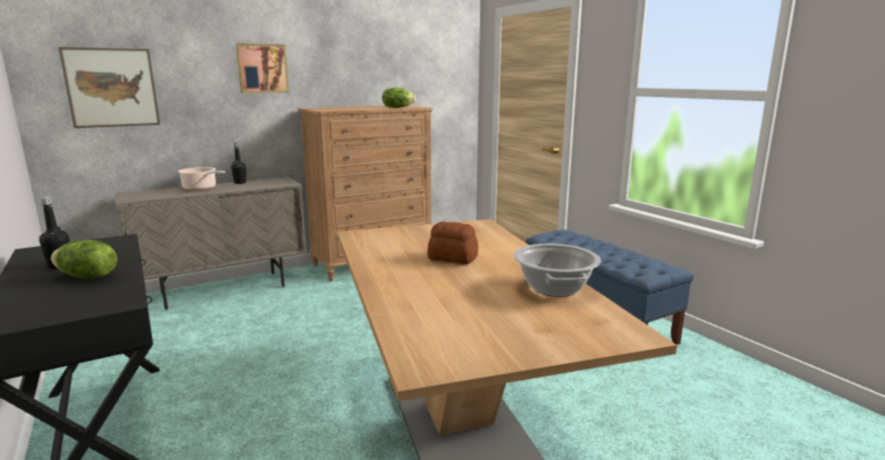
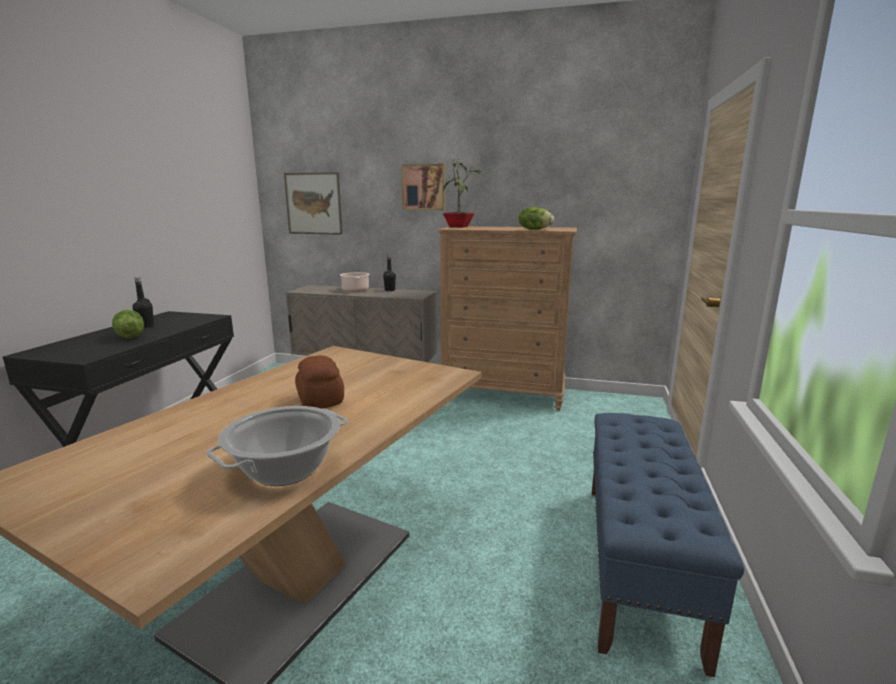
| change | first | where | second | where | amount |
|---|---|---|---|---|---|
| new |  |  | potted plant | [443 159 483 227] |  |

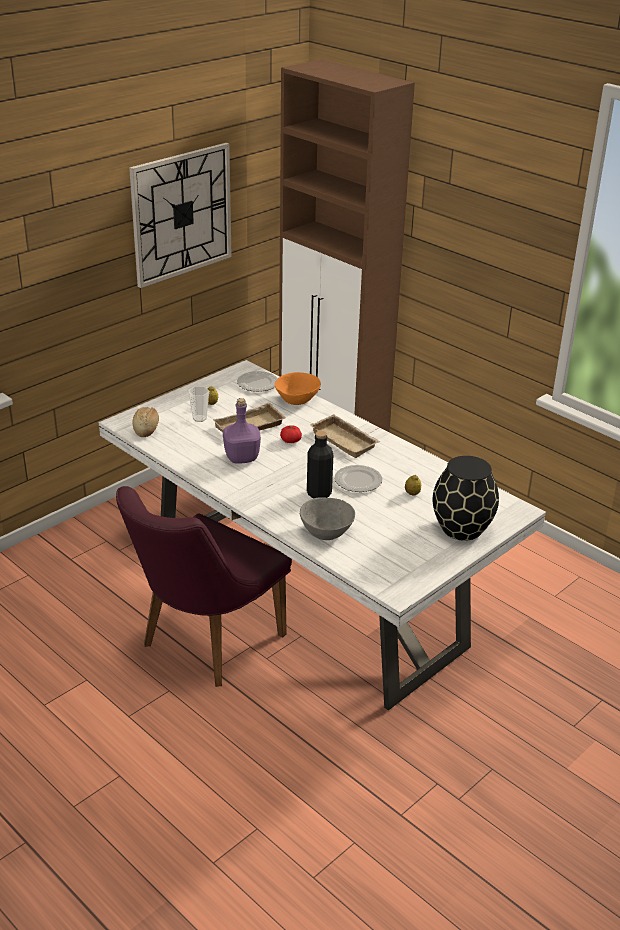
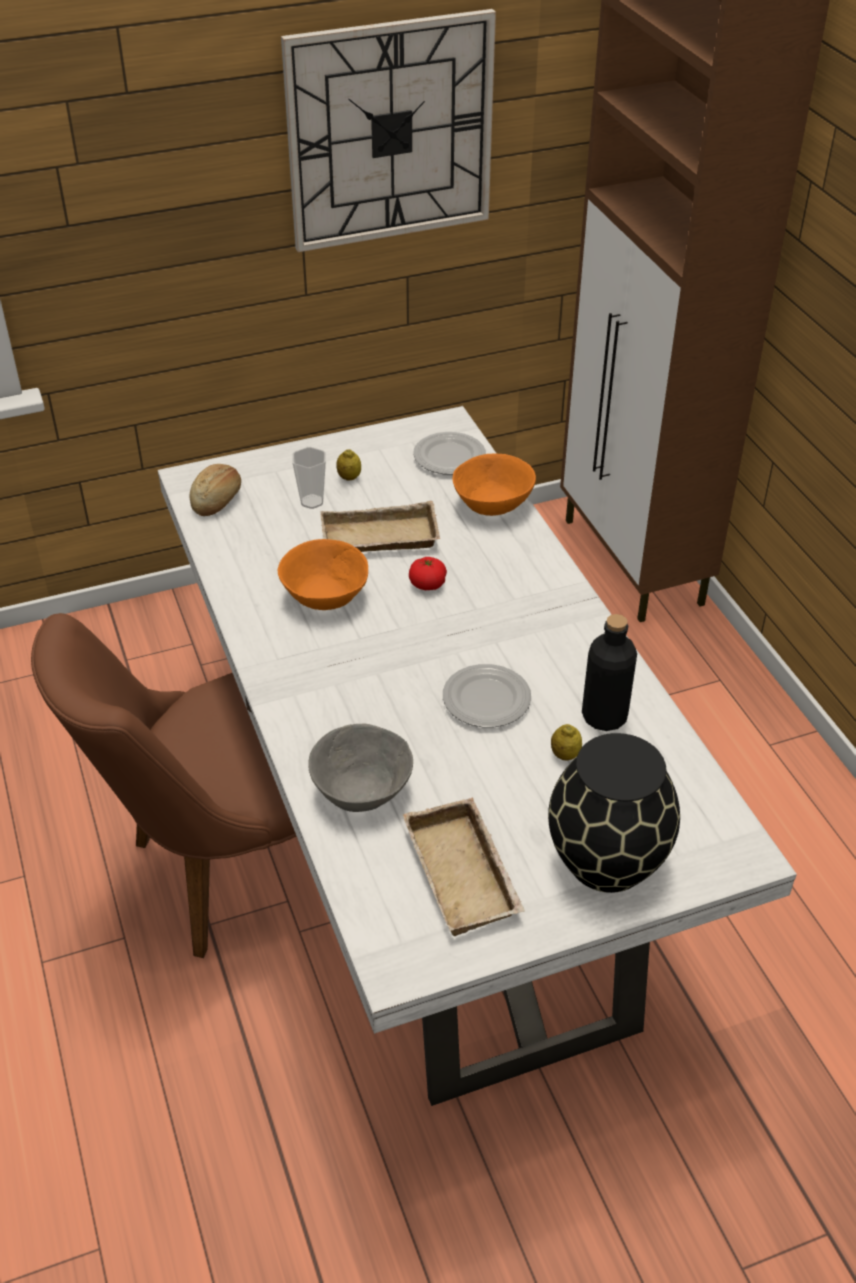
| change | first | where | second | where | amount |
|---|---|---|---|---|---|
| shifted | black-coloured bottle | [307 431 333 498] |  | [582 614 637 731] |  |
| shifted | beige carrying tray | [310 414 380 458] |  | [403 797 525 936] |  |
| swapped | purple bottle | [223 398 261 464] | orange bowl | [278 539 368 610] |  |
| repainted | purple upright chair | [116 486 292 687] | brown upright chair | [31 613 297 958] |  |

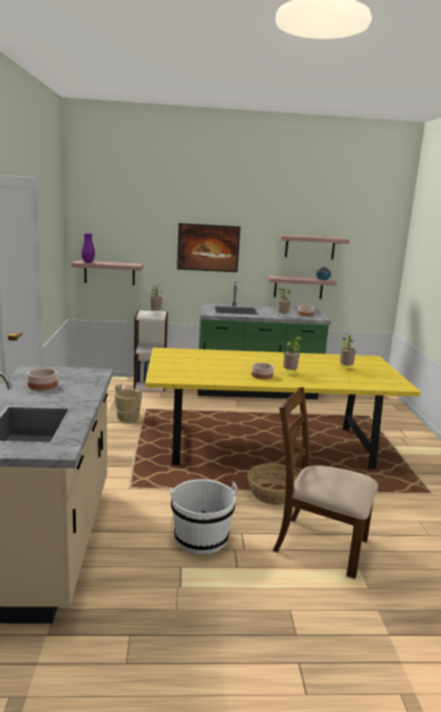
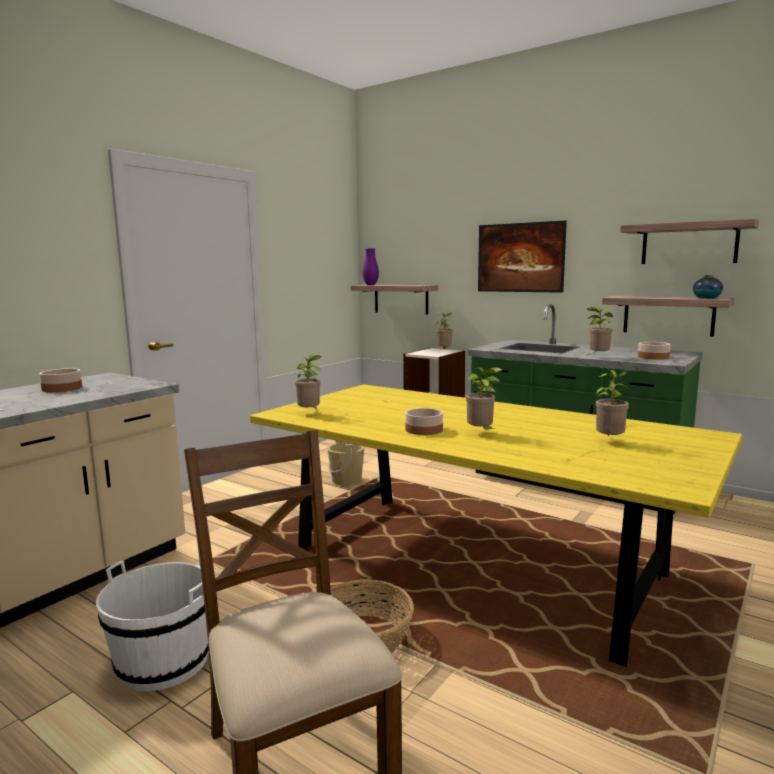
| change | first | where | second | where | amount |
|---|---|---|---|---|---|
| new |  |  | potted plant | [295 355 321 408] |  |

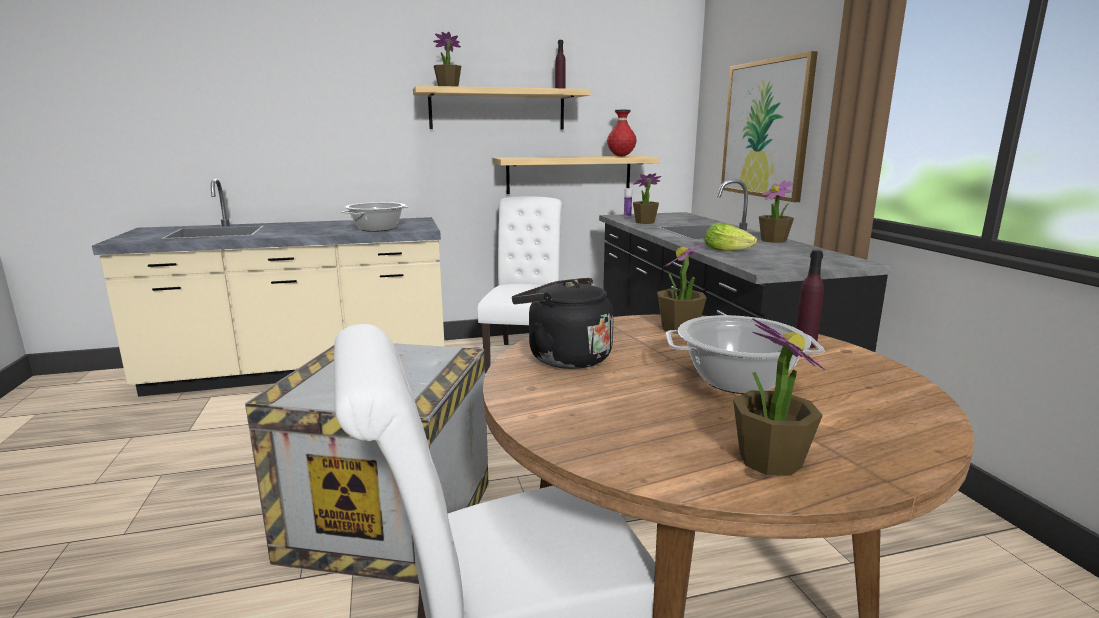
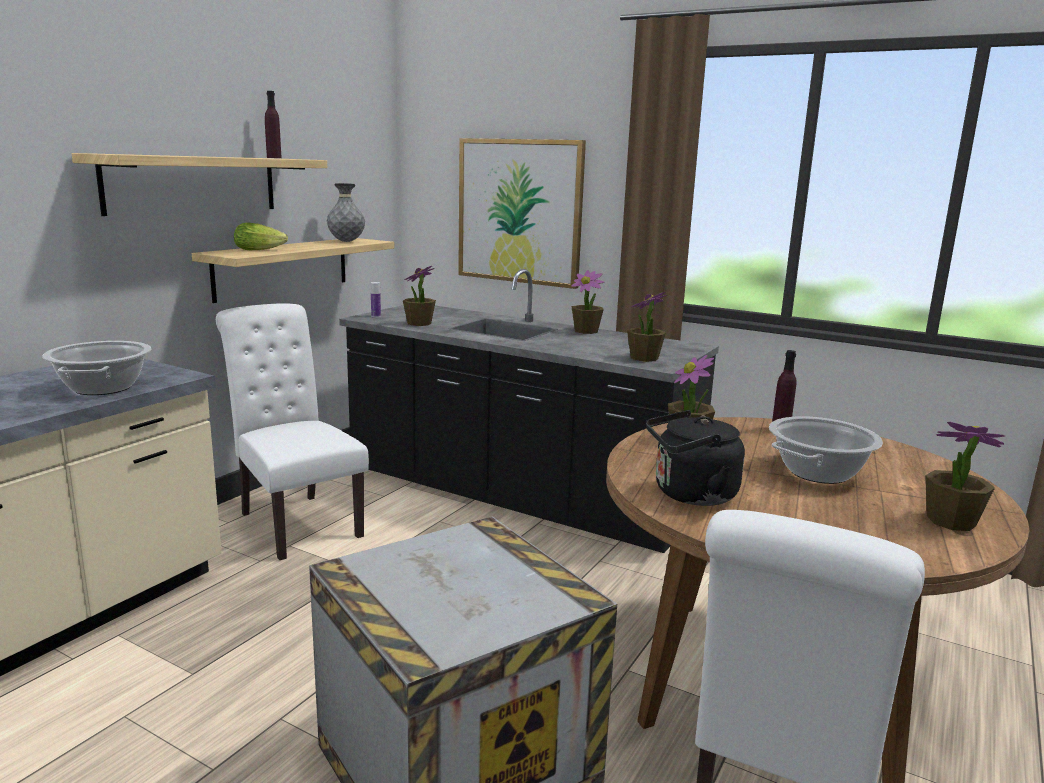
| change | first | where | second | where | amount |
|---|---|---|---|---|---|
| shifted | potted plant | [433 32 461 86] |  | [627 292 667 362] |  |
| shifted | head of lettuce | [704 223 757 251] |  | [234 223 288 250] |  |
| repainted | reddish decorative vase | [607 110 637 157] | gray decorative vase | [327 183 365 242] |  |

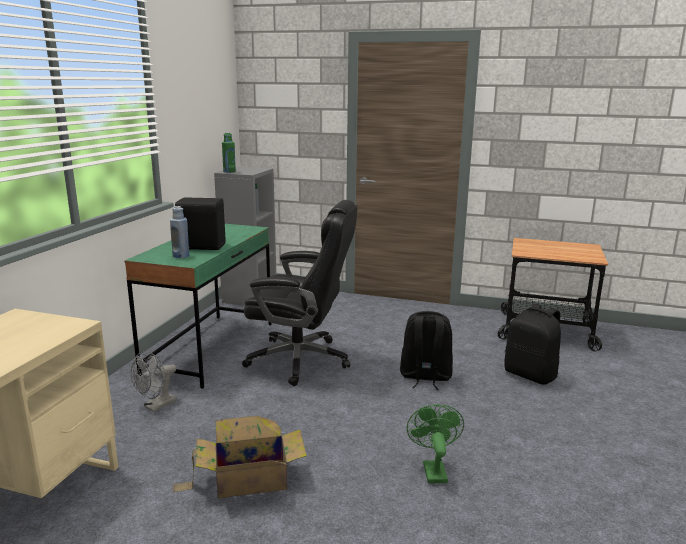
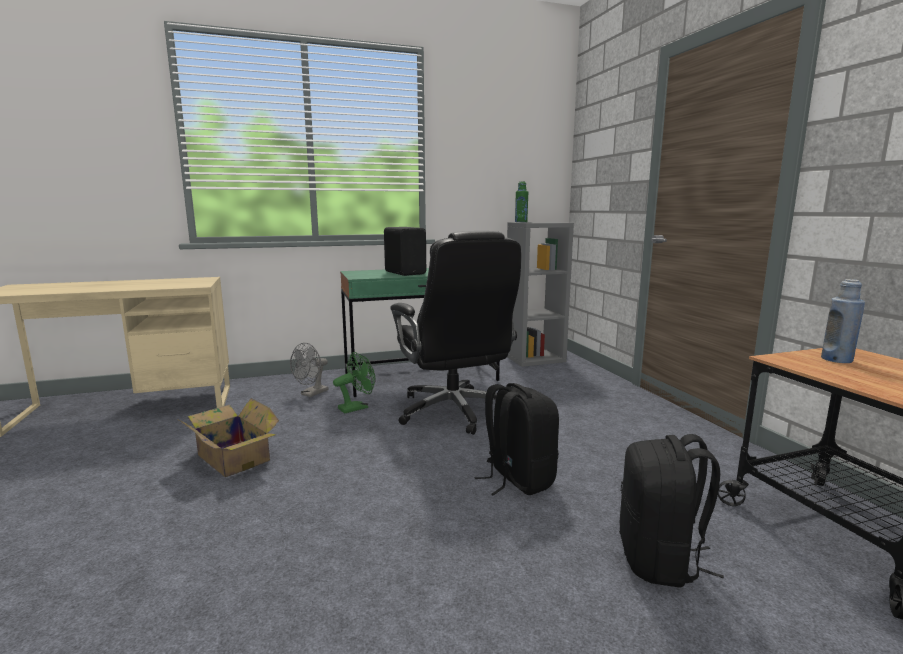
| change | first | where | second | where | amount |
|---|---|---|---|---|---|
| shifted | bluish bottle | [170 206 189 258] |  | [821 279 865 363] |  |
| shifted | greenish cooling fan | [407 404 464 483] |  | [333 352 376 413] |  |
| rotated | gray cooling fan | [131 350 177 412] |  | [290 343 328 397] | 60 degrees counterclockwise |

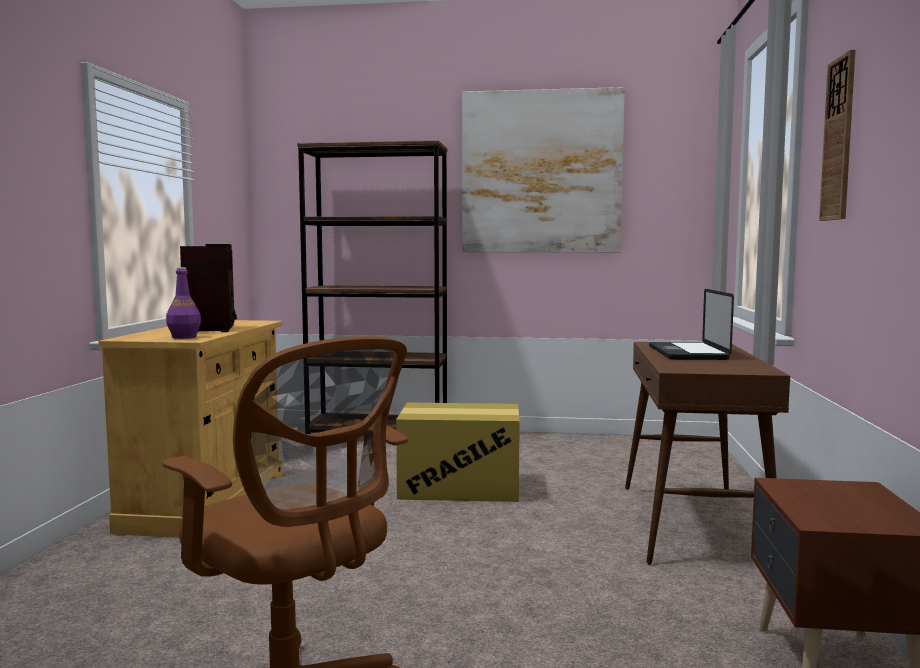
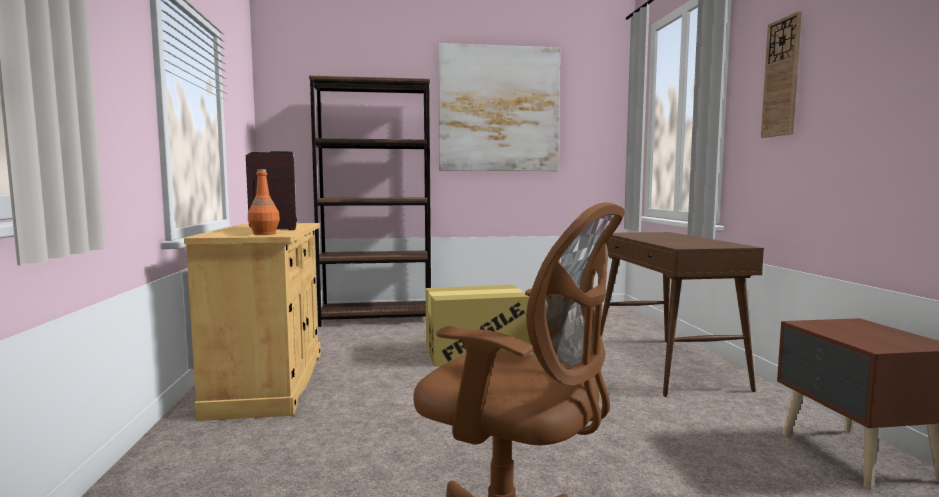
| change | first | where | second | where | amount |
|---|---|---|---|---|---|
| gone | notebook computer | [649 289 734 360] |  |  |  |
| repainted | purple bottle | [166 267 201 339] | orange bottle | [248 169 280 235] |  |

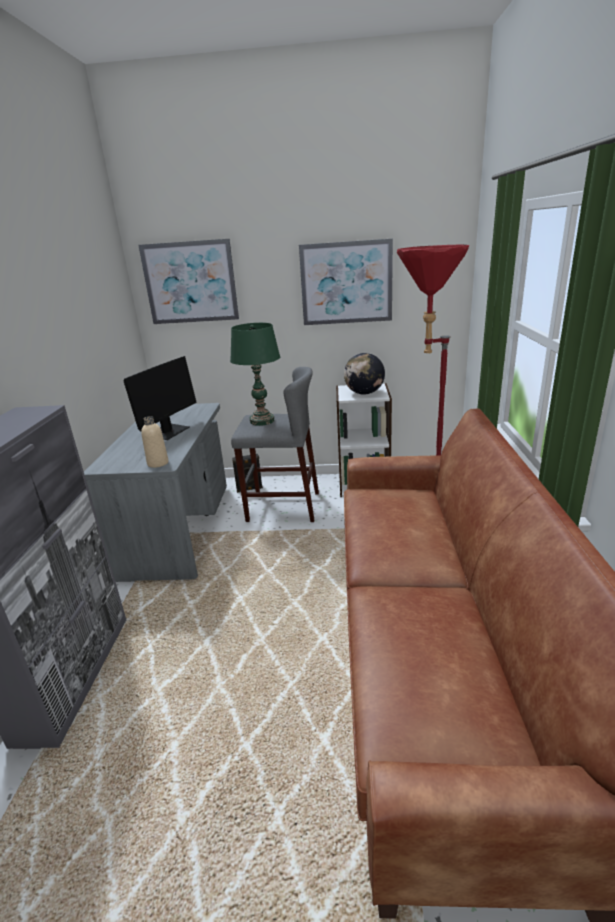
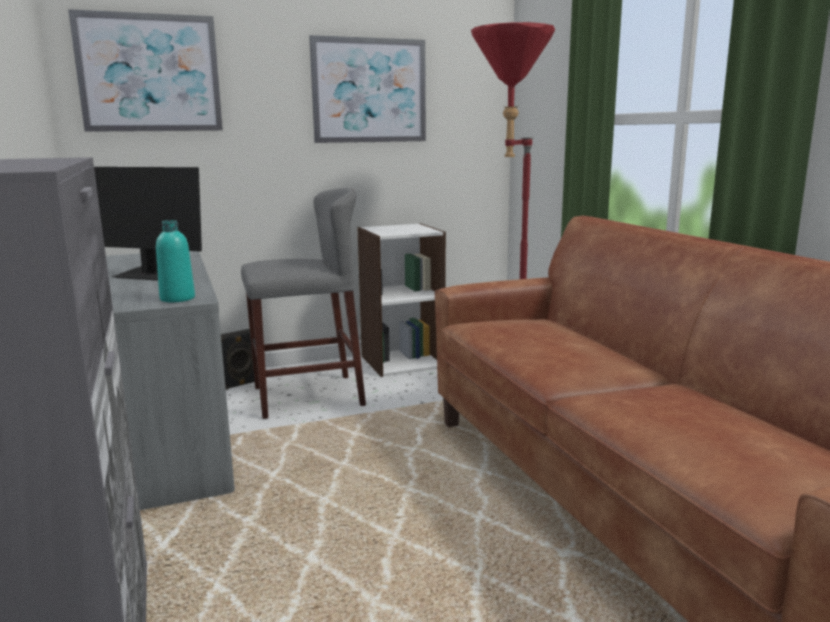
| change | first | where | second | where | amount |
|---|---|---|---|---|---|
| gone | greenish tabletop lamp | [230 323 280 426] |  |  |  |
| gone | globe | [344 353 385 394] |  |  |  |
| repainted | beige bottle | [141 416 169 468] | turquoise bottle | [156 220 195 302] |  |
| rotated | computer screen | [124 356 197 440] |  | [94 167 202 281] | 105 degrees clockwise |

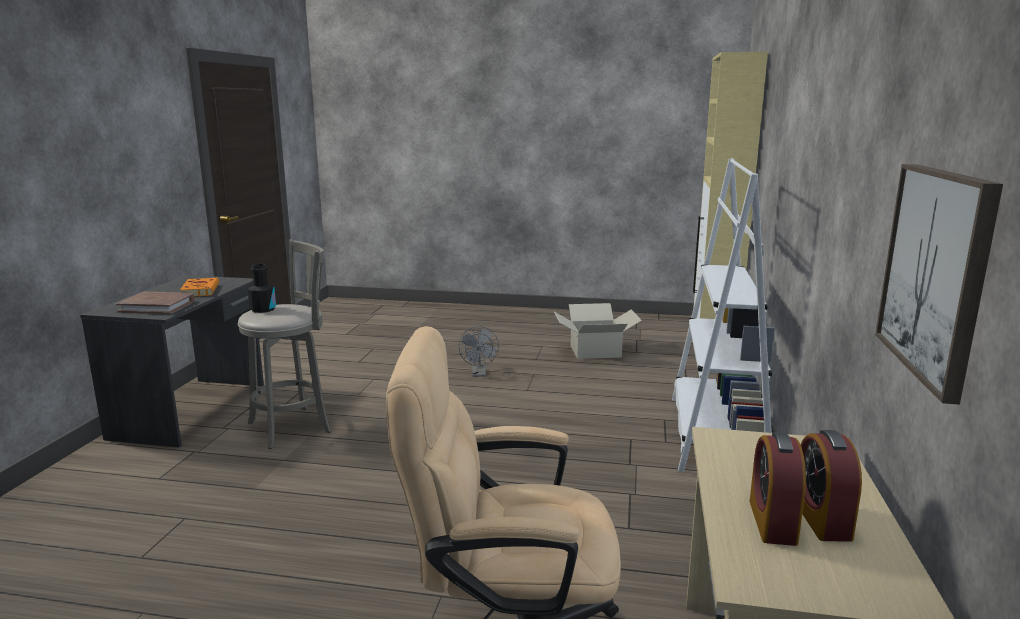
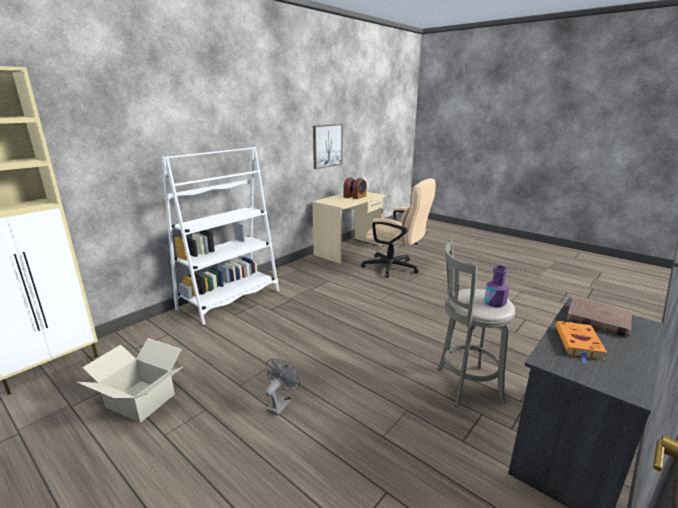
| change | first | where | second | where | amount |
|---|---|---|---|---|---|
| repainted | black-coloured bottle | [248 264 276 313] | purple bottle | [484 265 509 308] |  |

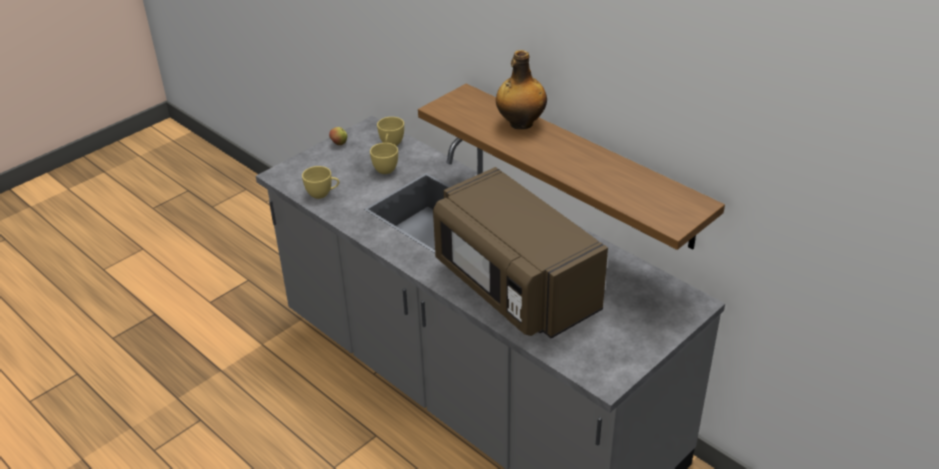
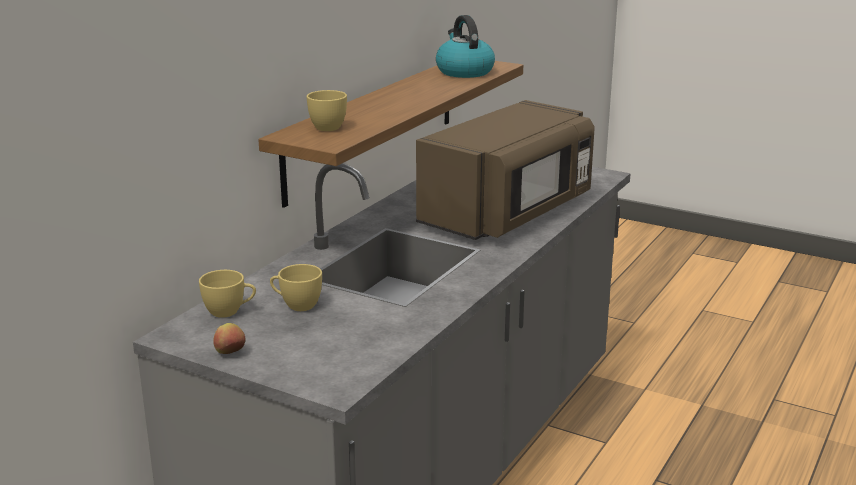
| change | first | where | second | where | amount |
|---|---|---|---|---|---|
| gone | bottle | [496 50 547 129] |  |  |  |
| new |  |  | water kettle | [436 15 495 78] |  |
| shifted | yellowish drinking cup | [302 166 339 199] |  | [307 90 347 131] |  |

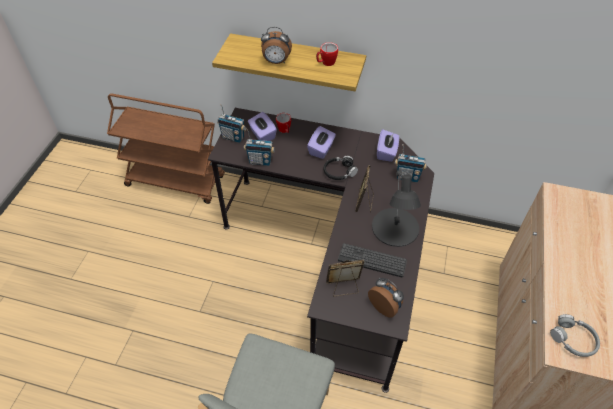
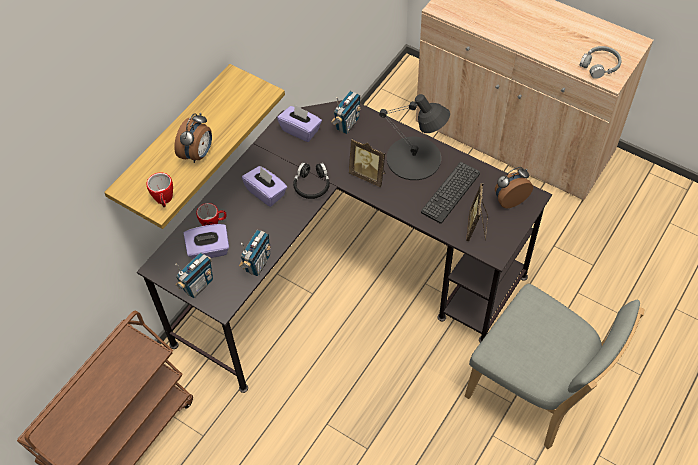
| change | first | where | second | where | amount |
|---|---|---|---|---|---|
| shifted | coffee mug | [316 42 338 66] |  | [147 172 173 207] |  |

